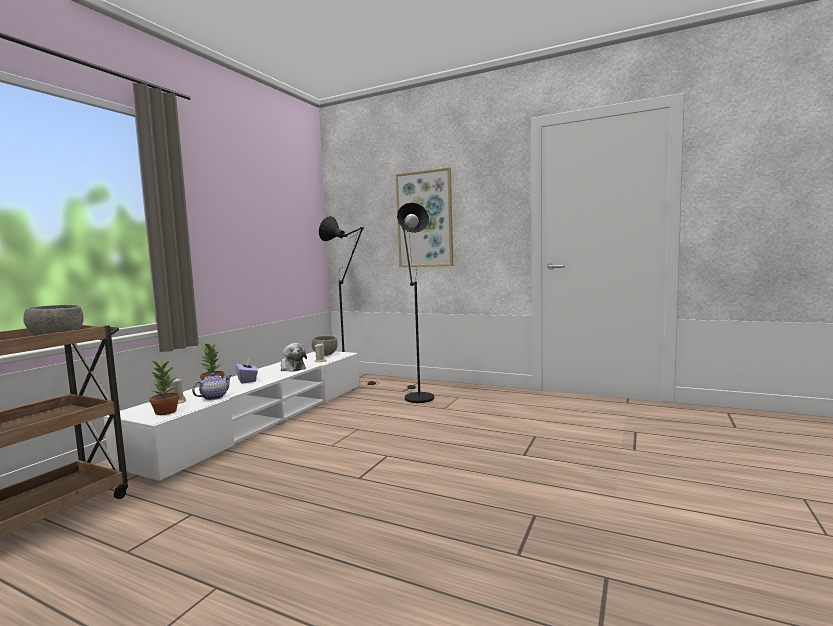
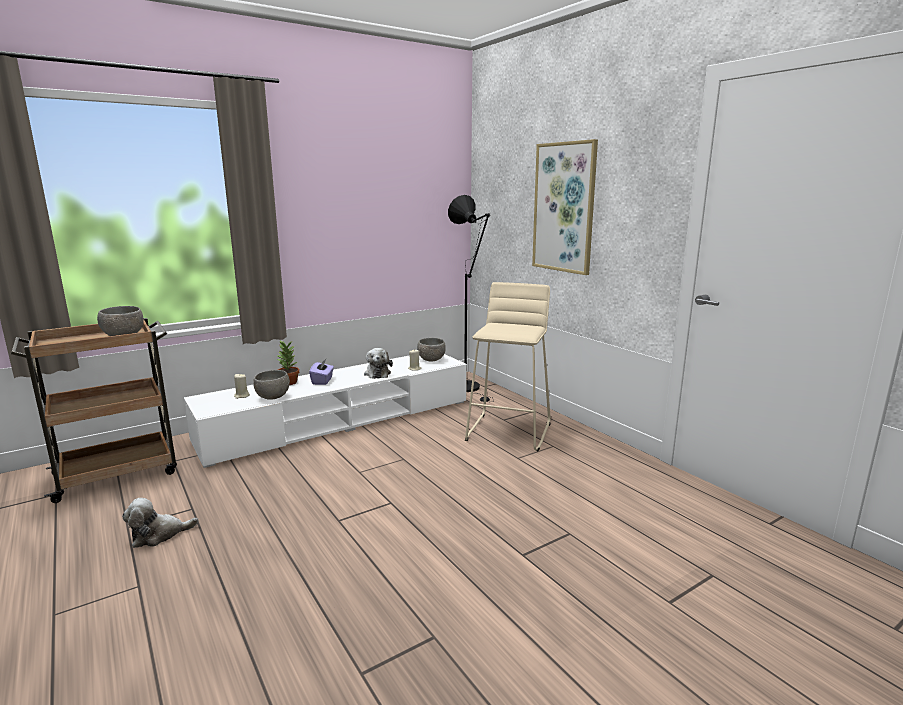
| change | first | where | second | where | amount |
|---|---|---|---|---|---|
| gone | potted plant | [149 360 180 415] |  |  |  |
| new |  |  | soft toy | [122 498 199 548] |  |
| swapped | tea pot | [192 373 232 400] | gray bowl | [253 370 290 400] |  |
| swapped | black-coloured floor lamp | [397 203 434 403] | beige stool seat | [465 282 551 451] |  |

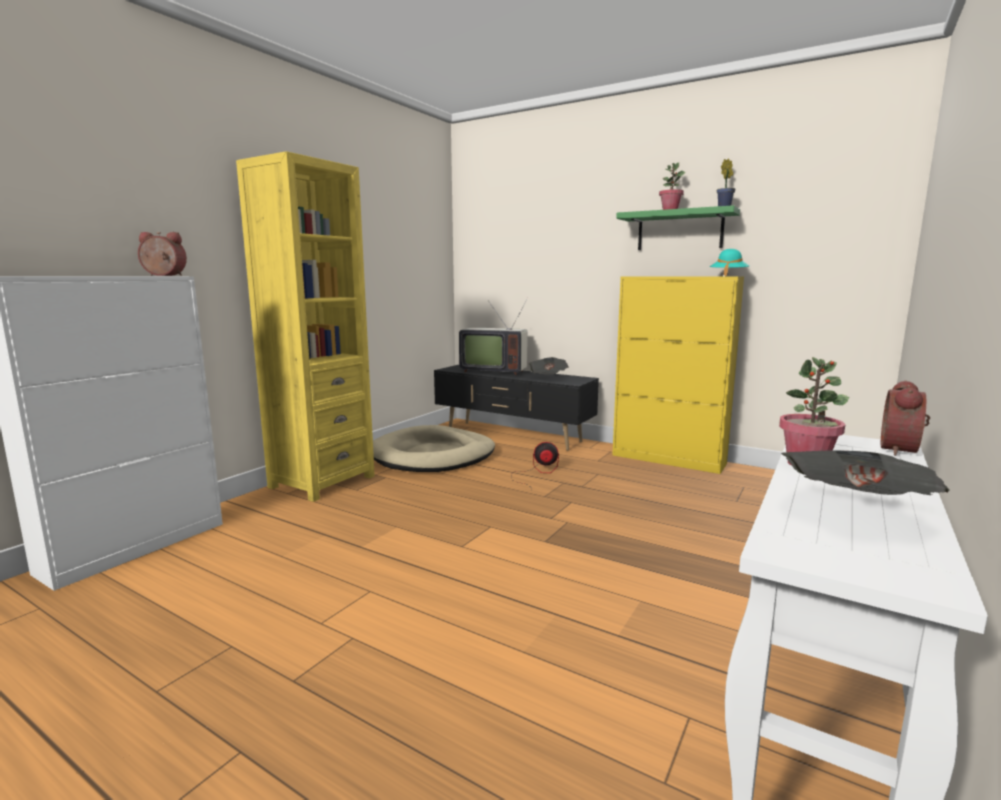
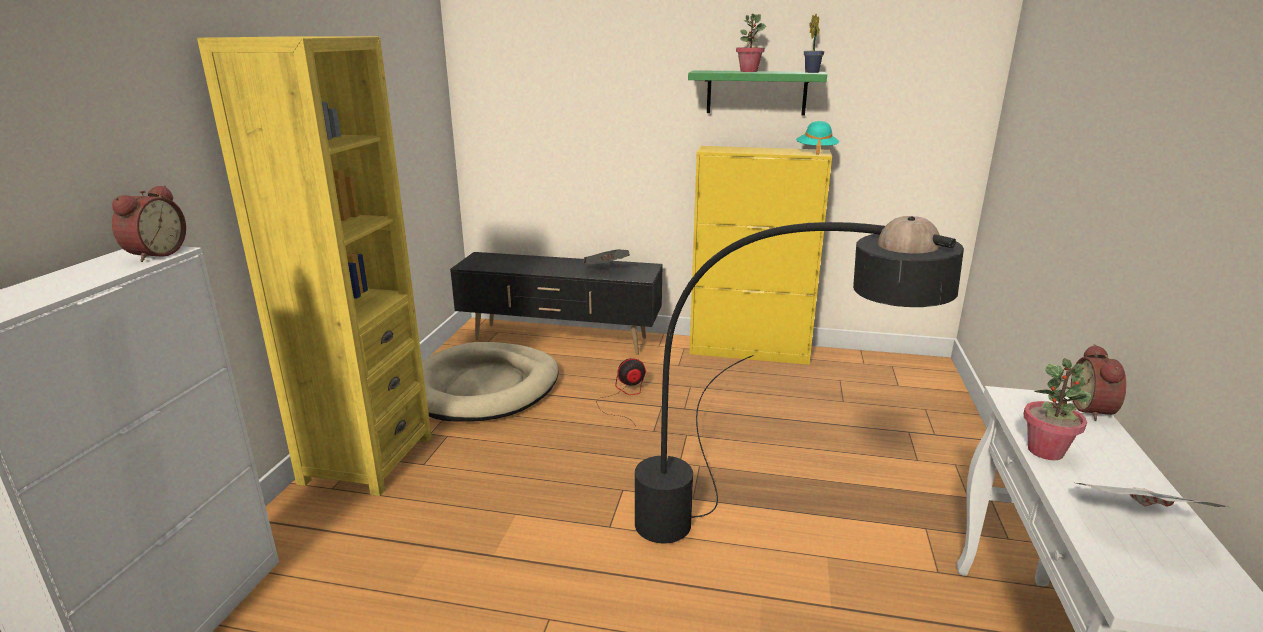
| change | first | where | second | where | amount |
|---|---|---|---|---|---|
| gone | television | [459 298 528 375] |  |  |  |
| new |  |  | black-coloured floor lamp | [635 216 964 543] |  |
| rotated | table clock | [138 232 187 276] |  | [112 185 186 262] | 120 degrees clockwise |

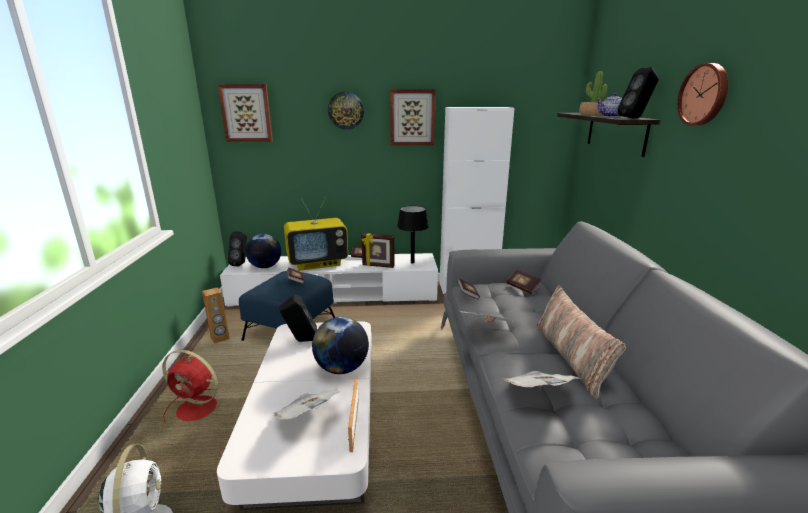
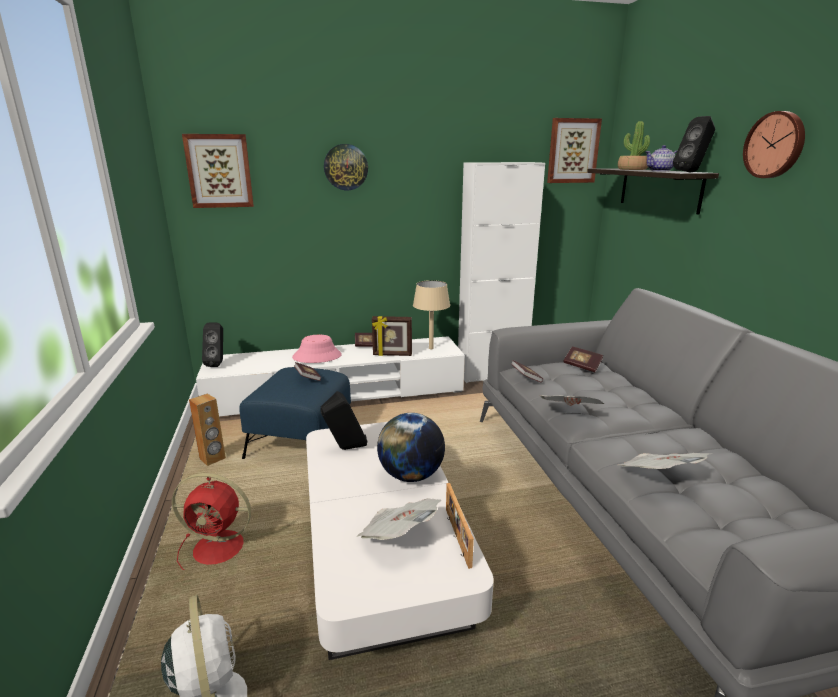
| change | first | where | second | where | amount |
|---|---|---|---|---|---|
| gone | globe | [245 234 281 268] |  |  |  |
| gone | pillow | [536 285 626 399] |  |  |  |
| shifted | wall picture | [390 89 436 145] |  | [547 118 602 183] |  |
| swapped | television | [284 198 348 271] | pink-coloured hat | [292 335 342 363] |  |
| repainted | black-coloured tabletop lamp | [397 206 429 263] | beige tabletop lamp | [413 280 450 349] |  |

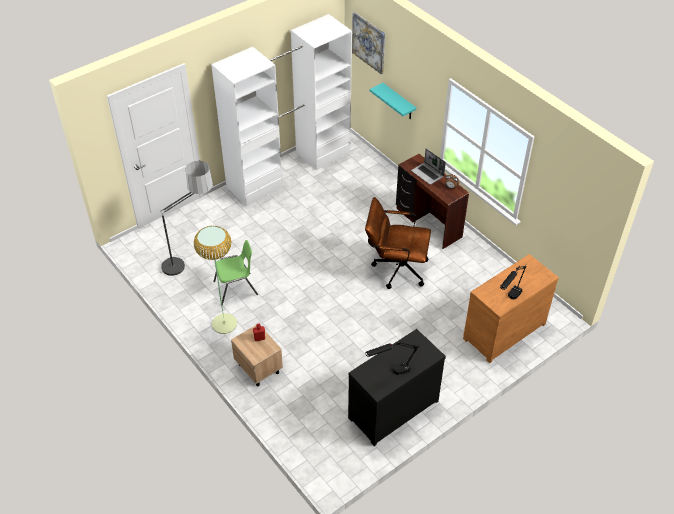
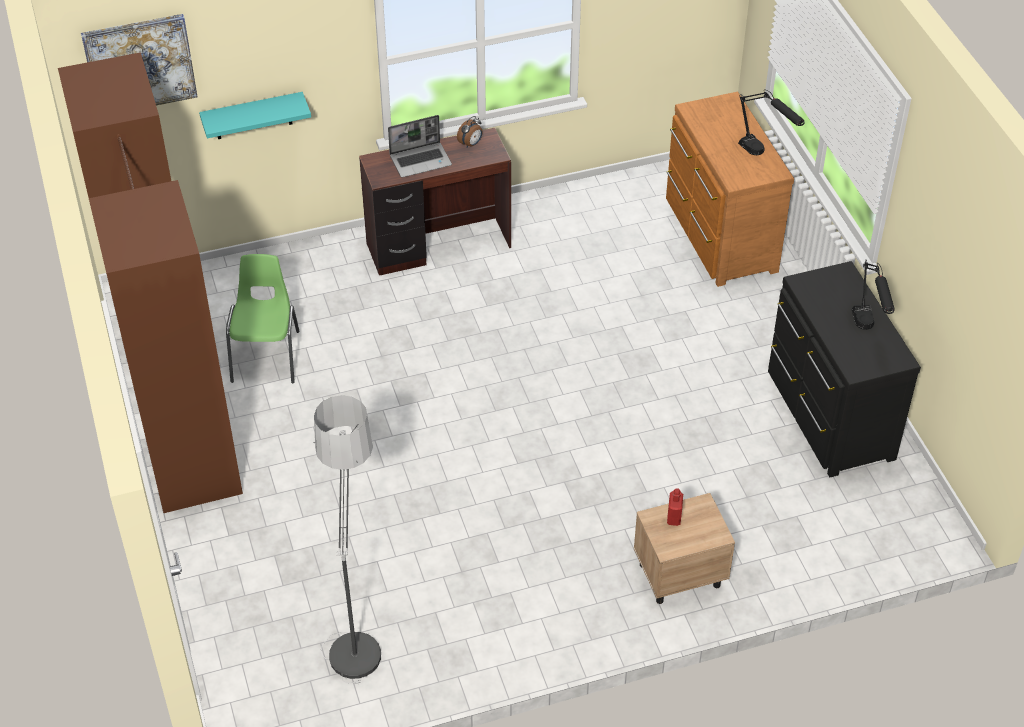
| change | first | where | second | where | amount |
|---|---|---|---|---|---|
| gone | floor lamp | [194 226 237 334] |  |  |  |
| gone | brown office chair | [365 197 431 289] |  |  |  |
| shifted | greenish upright chair | [213 240 258 305] |  | [226 254 300 384] |  |
| repainted | whitish armoire | [211 14 352 206] | brown armoire | [58 52 243 513] |  |

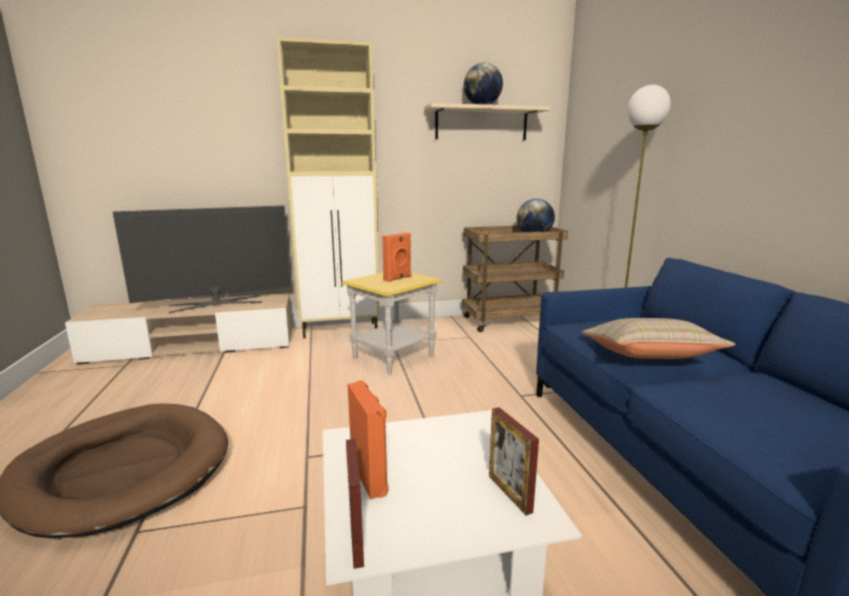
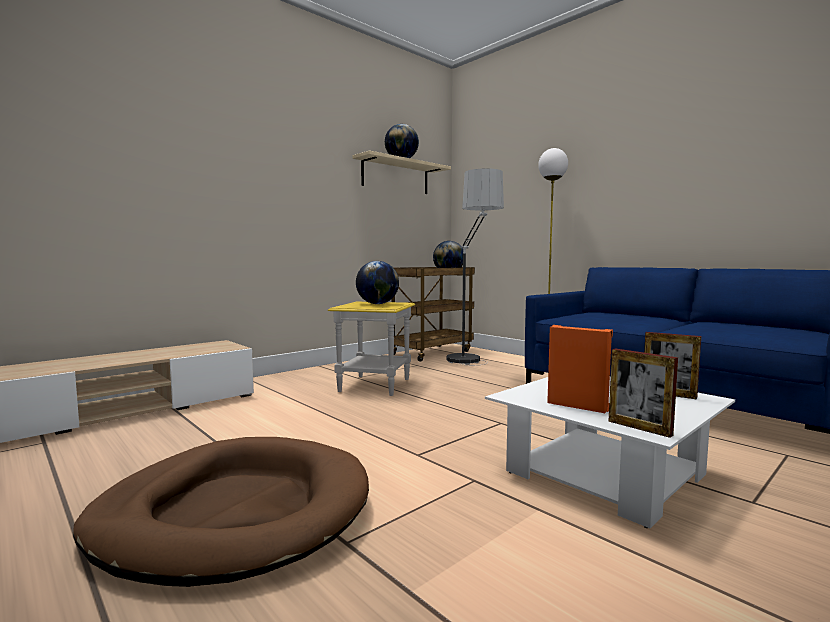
| change | first | where | second | where | amount |
|---|---|---|---|---|---|
| gone | television | [113 205 291 313] |  |  |  |
| gone | beige cabinet | [276 37 380 339] |  |  |  |
| gone | beige pillow | [582 318 736 359] |  |  |  |
| new |  |  | floor lamp | [446 168 504 365] |  |
| swapped | orange speaker | [382 233 411 282] | globe | [356 261 399 304] |  |

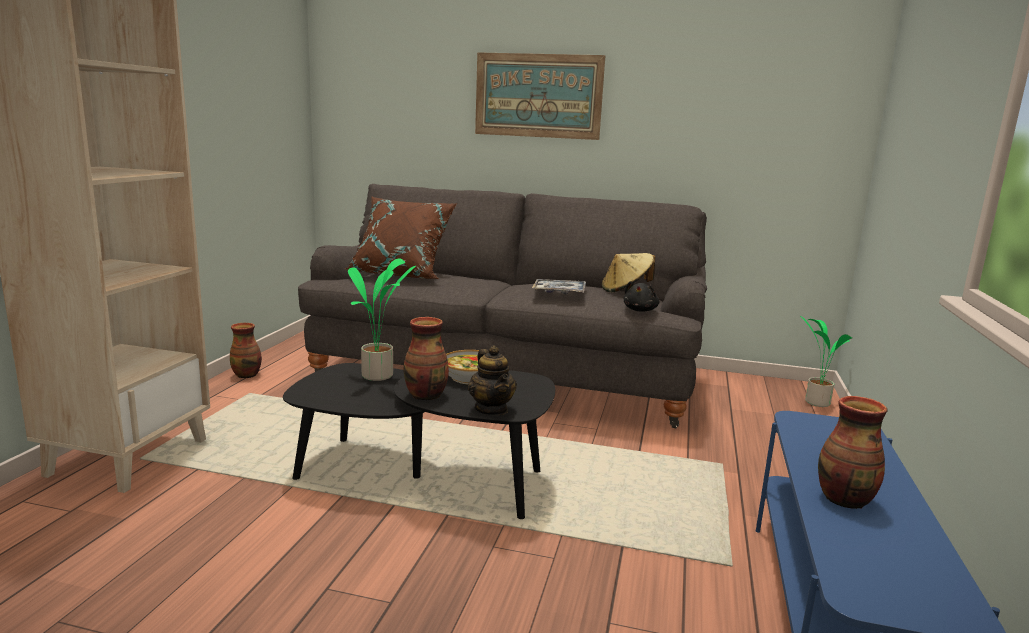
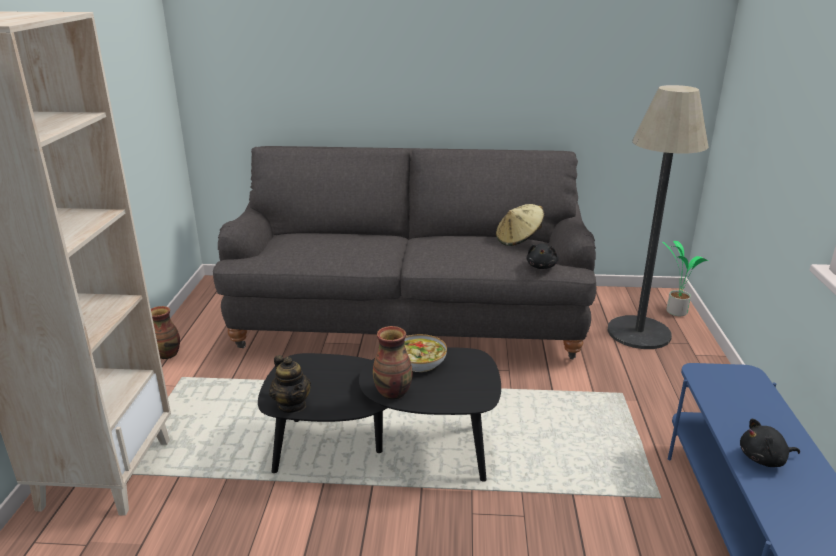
| change | first | where | second | where | amount |
|---|---|---|---|---|---|
| gone | brown pillow | [345 197 457 279] |  |  |  |
| gone | potted plant | [348 259 416 381] |  |  |  |
| gone | wall picture | [475 52 605 140] |  |  |  |
| gone | carrying tray | [532 279 586 295] |  |  |  |
| new |  |  | floor lamp | [607 85 709 349] |  |
| shifted | tea pot | [468 345 517 416] |  | [269 355 311 413] |  |
| swapped | decorative vase | [818 396 888 509] | black-coloured soft toy | [740 419 800 467] |  |

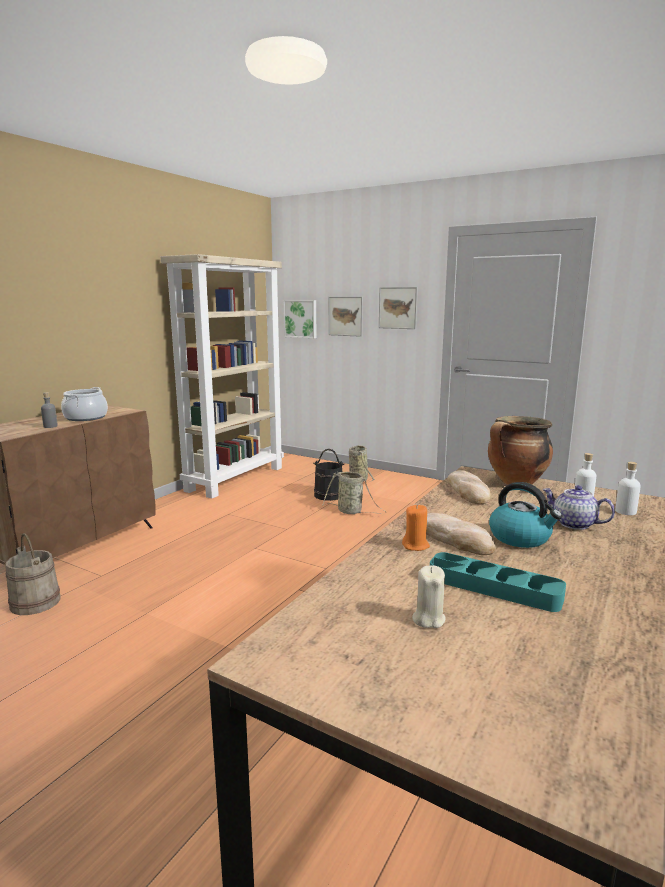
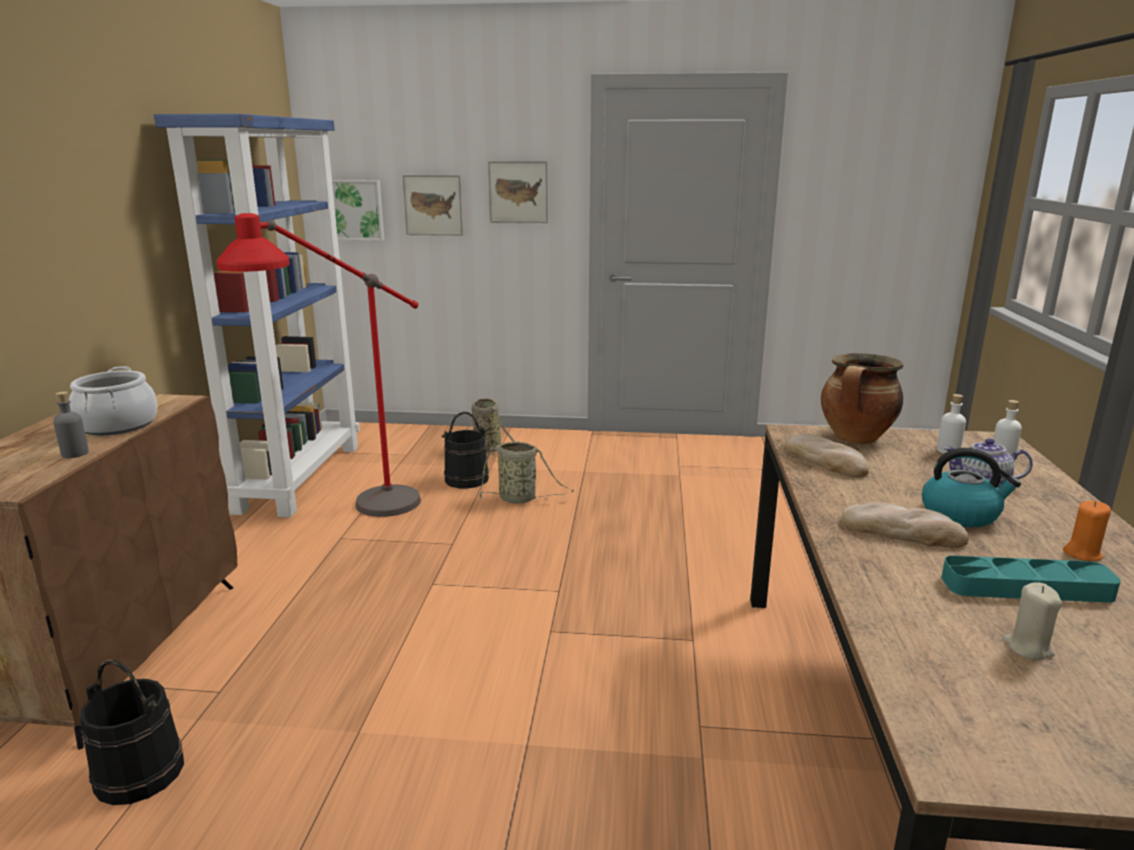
| change | first | where | second | where | amount |
|---|---|---|---|---|---|
| new |  |  | reddish floor lamp | [217 213 421 517] |  |
| shifted | orange wax candle | [402 504 430 551] |  | [1063 500 1111 561] |  |
| repainted | beige pail | [5 533 61 615] | black-coloured pail | [80 660 184 805] |  |
| repainted | beige shelving unit | [161 254 284 499] | bluish shelving unit | [154 114 360 517] |  |

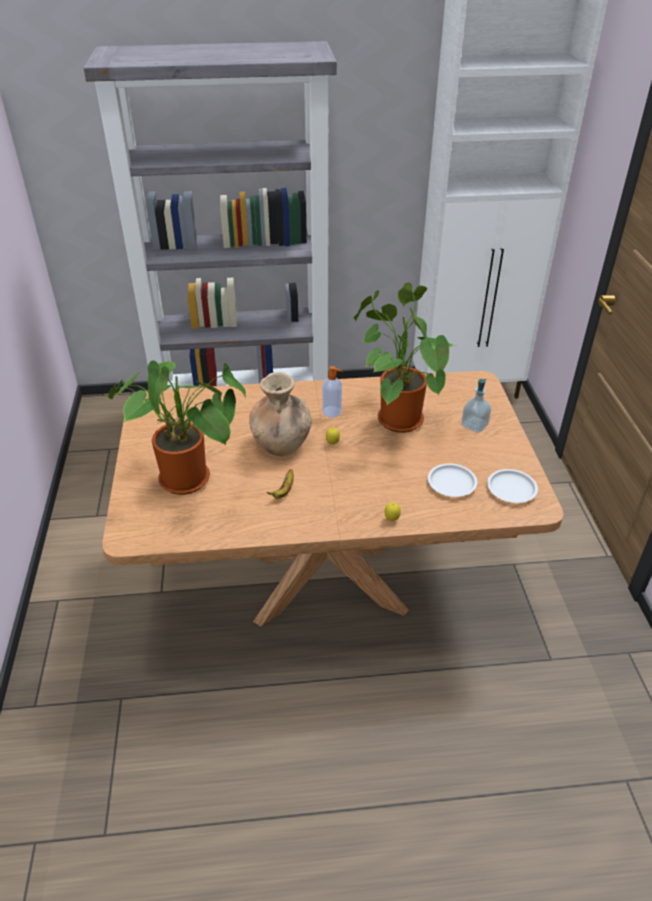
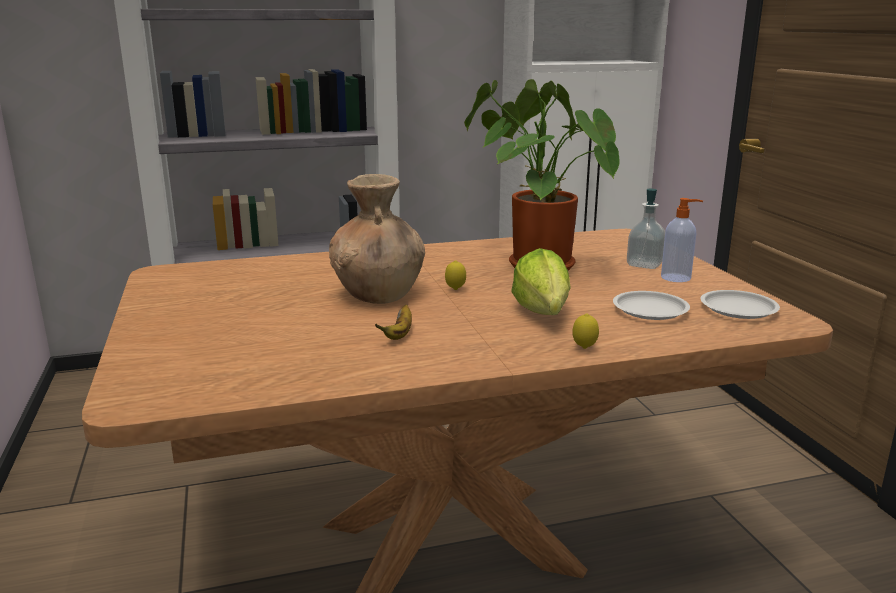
| change | first | where | second | where | amount |
|---|---|---|---|---|---|
| gone | potted plant | [108 360 246 495] |  |  |  |
| new |  |  | head of lettuce | [511 248 571 315] |  |
| shifted | soap bottle | [322 366 343 417] |  | [661 198 703 282] |  |

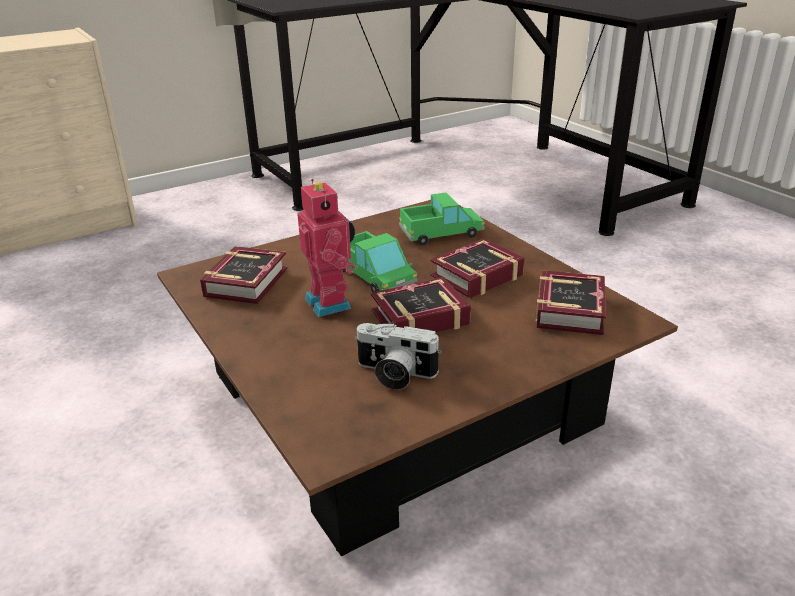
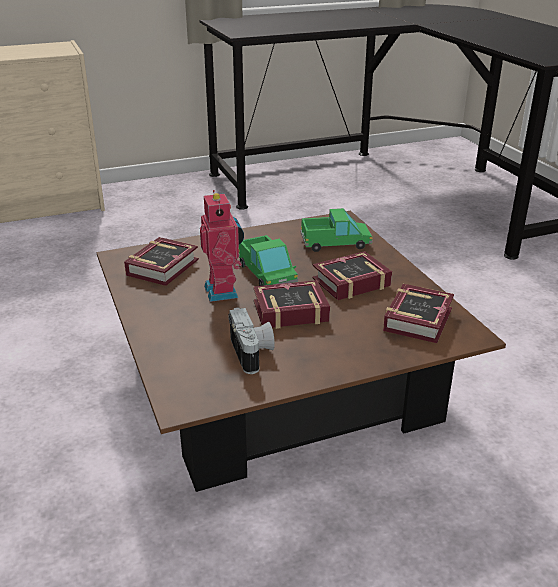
| change | first | where | second | where | amount |
|---|---|---|---|---|---|
| rotated | photo camera | [355 323 441 390] |  | [228 307 275 374] | 135 degrees counterclockwise |

